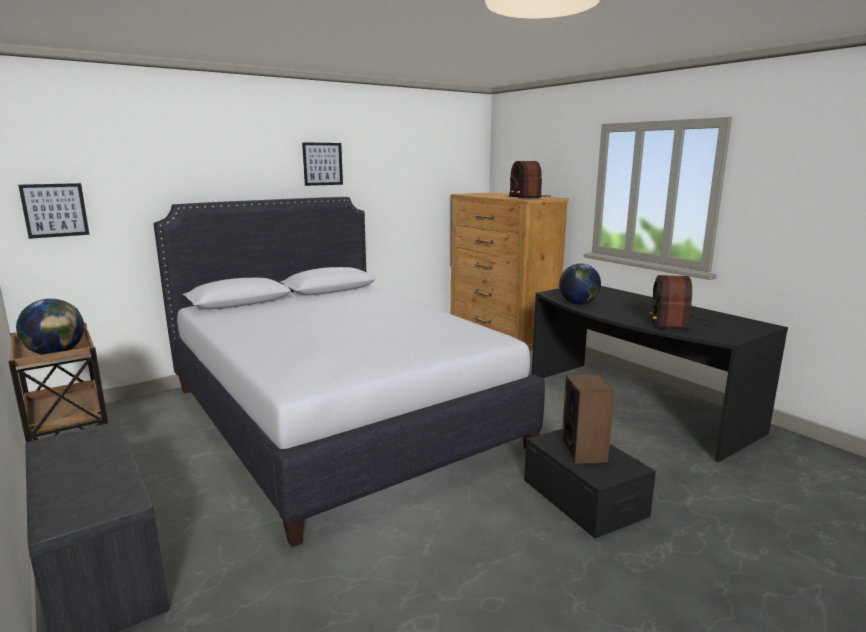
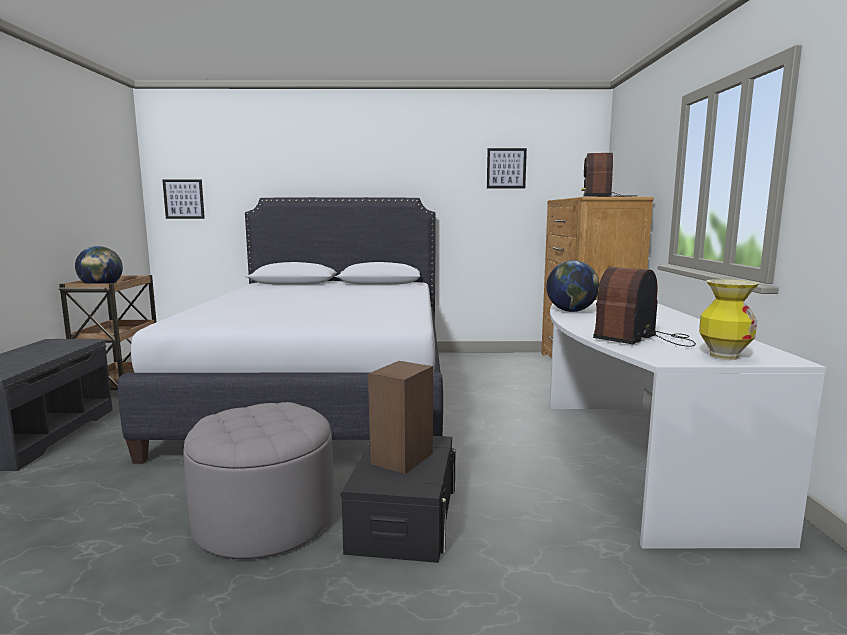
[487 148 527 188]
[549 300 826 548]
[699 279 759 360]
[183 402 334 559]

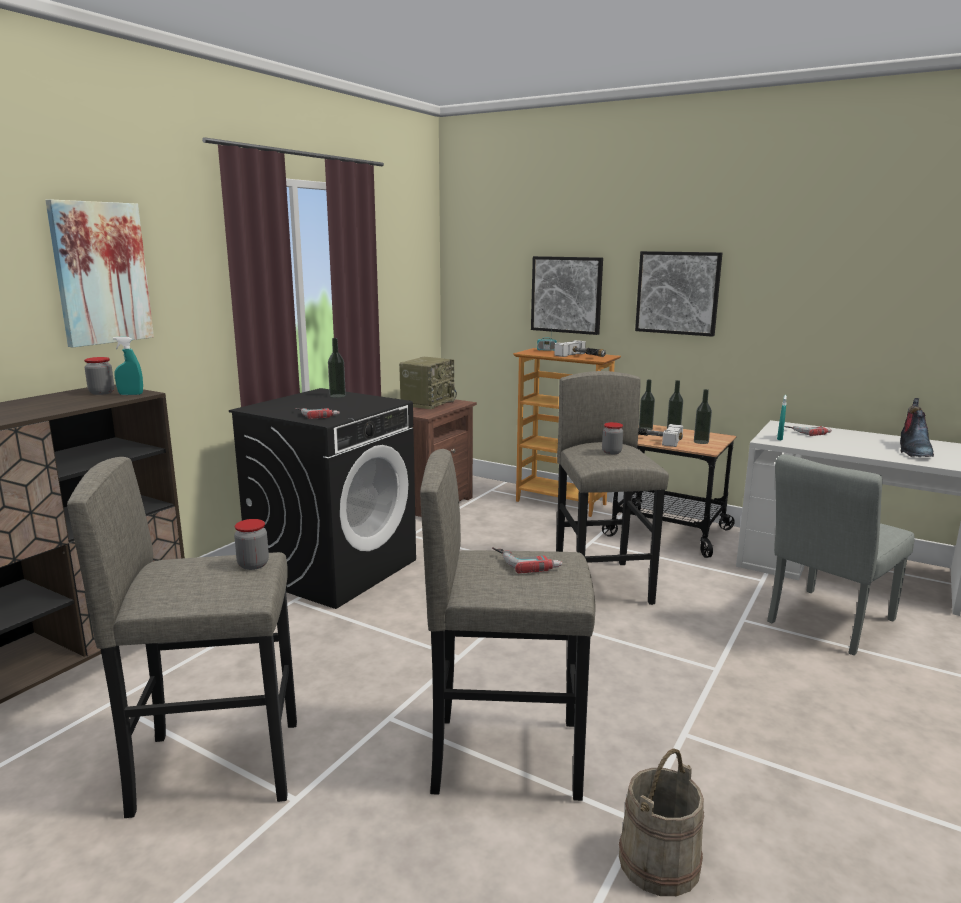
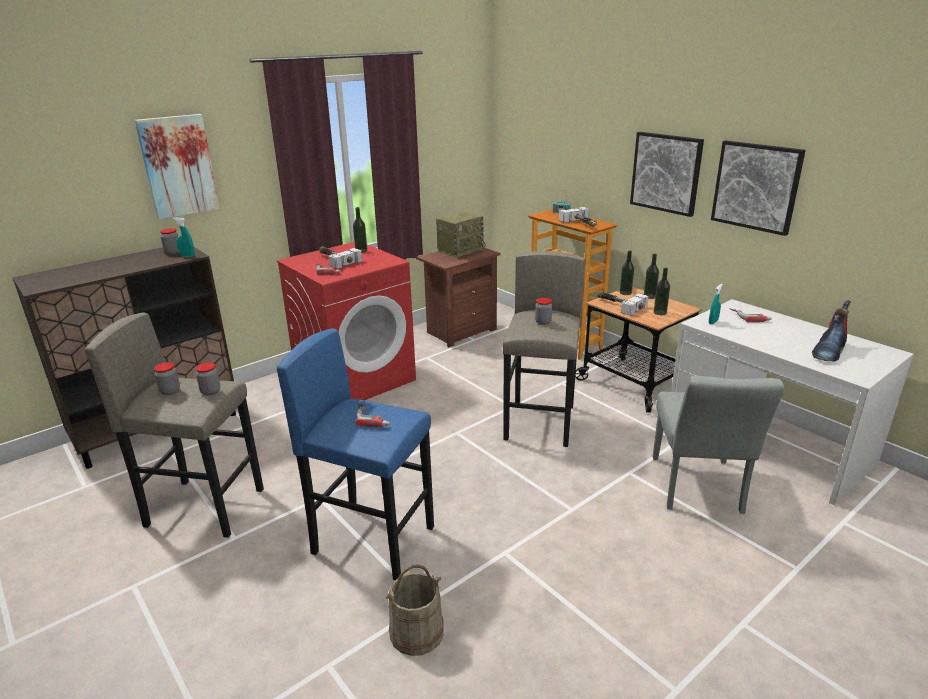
[711 141 806 236]
[276 242 416 400]
[277 328 434 580]
[653 376 784 514]
[319 247 362 269]
[154 362 180 395]

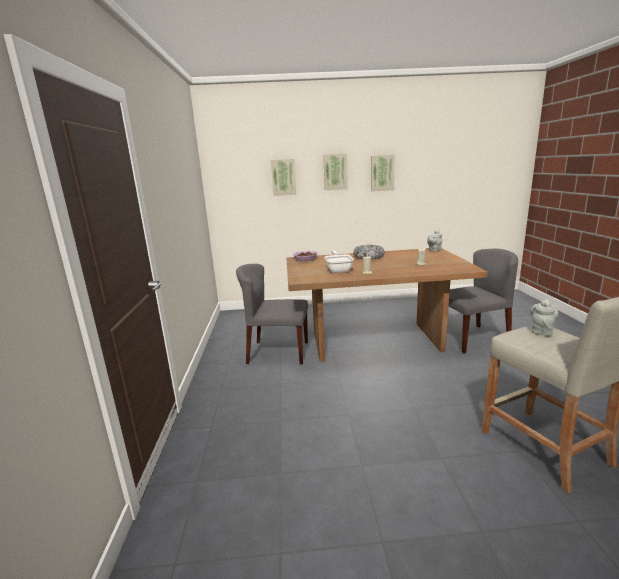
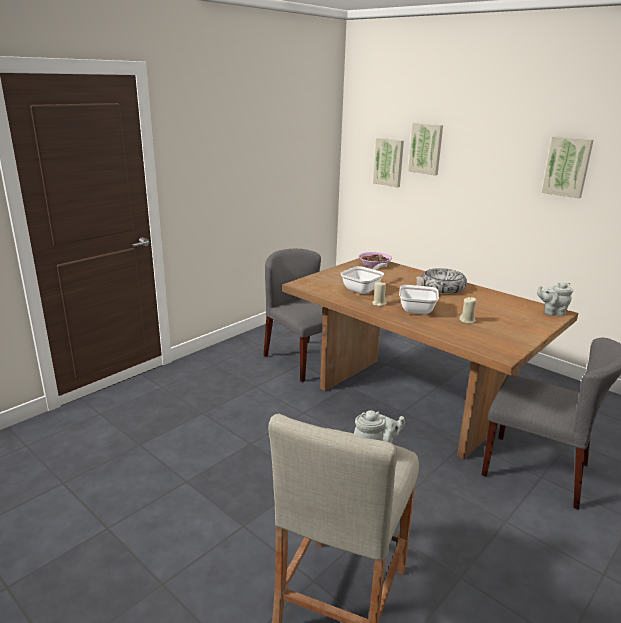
[373 138 404 187]
[399 277 439 314]

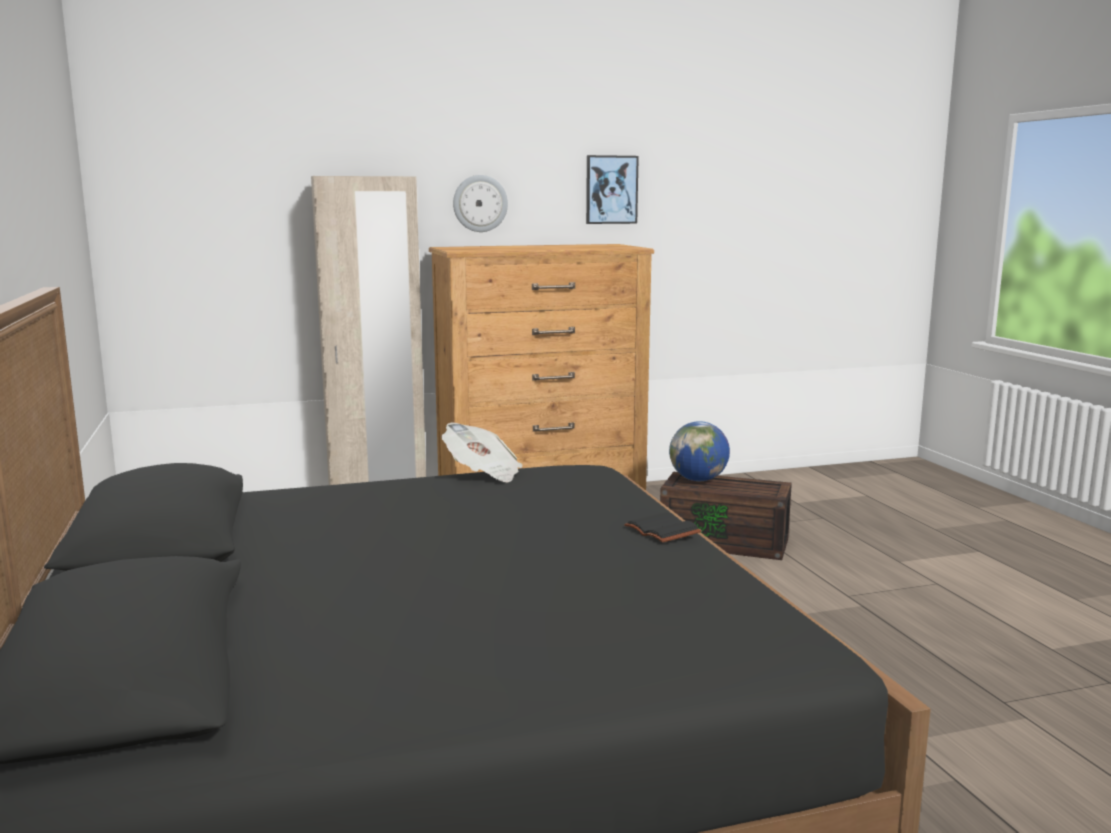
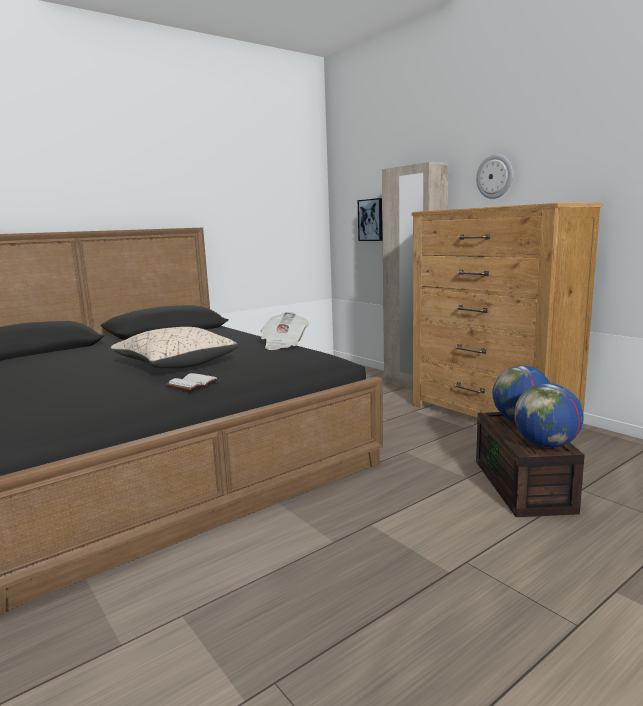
[358 198 382 241]
[166 373 220 390]
[110 327 238 368]
[514 383 584 448]

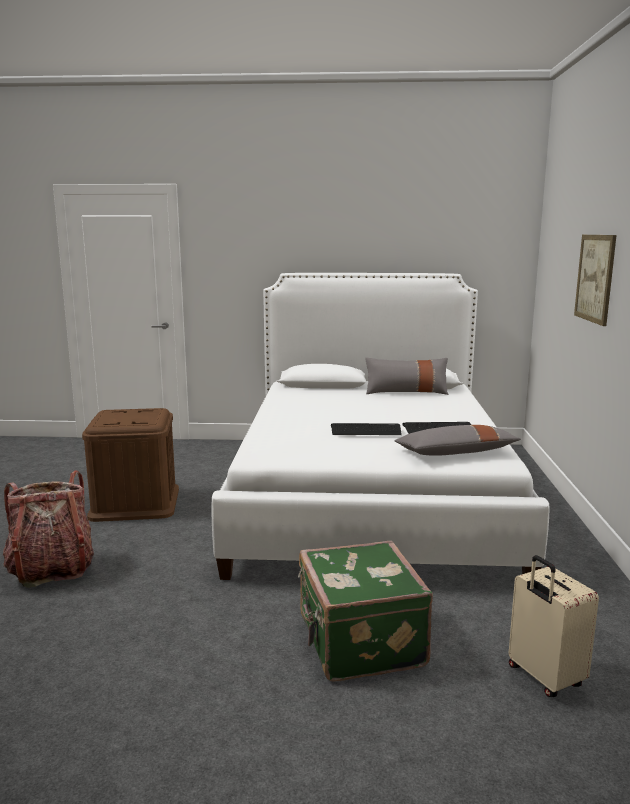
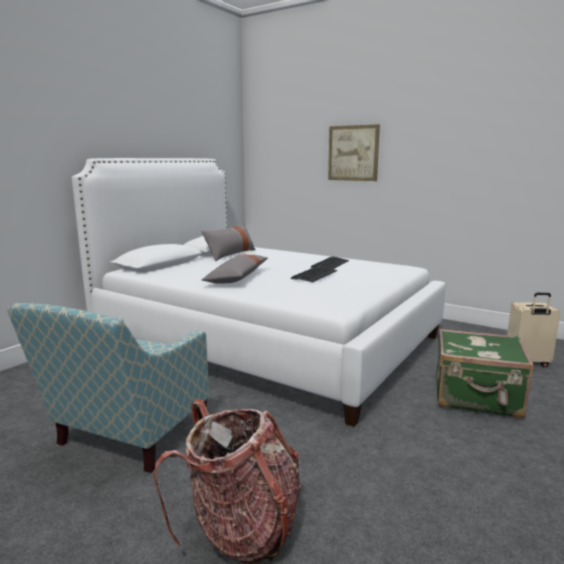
[7 303 209 473]
[202 254 268 284]

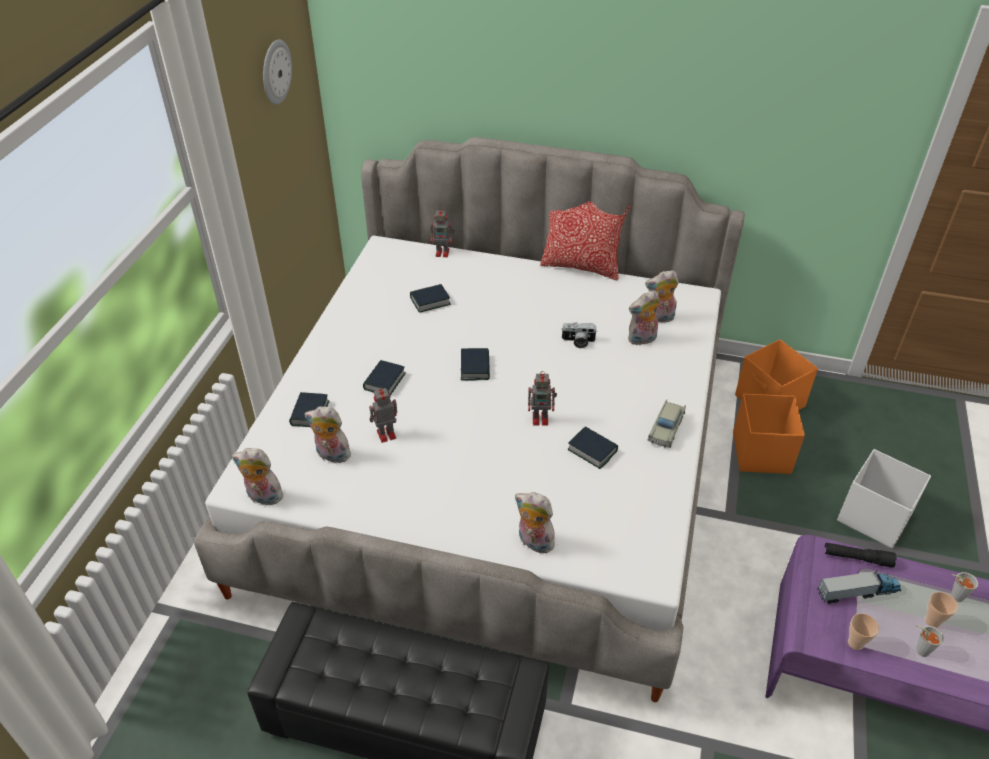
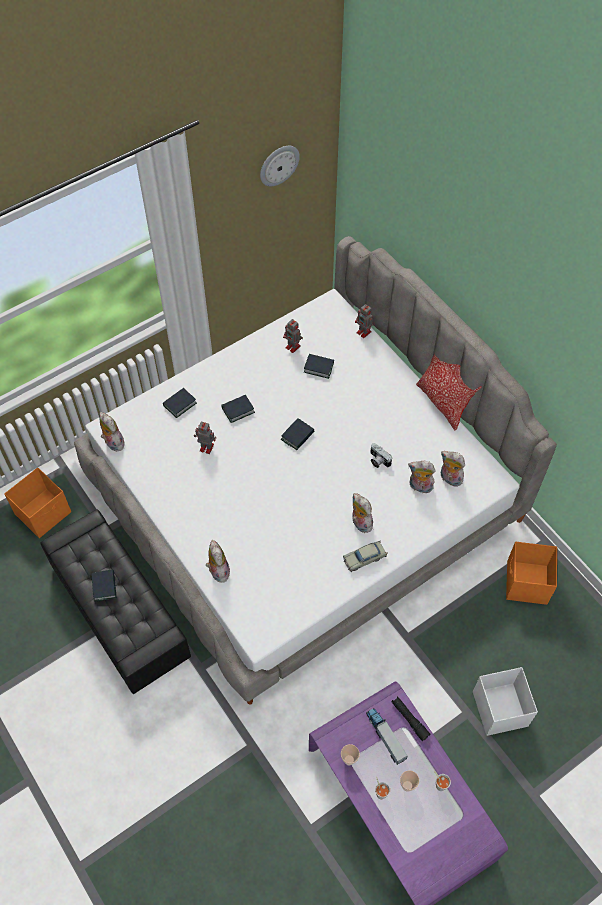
[283 319 303 353]
[4 467 71 538]
[352 493 373 533]
[92 569 117 602]
[366 708 408 765]

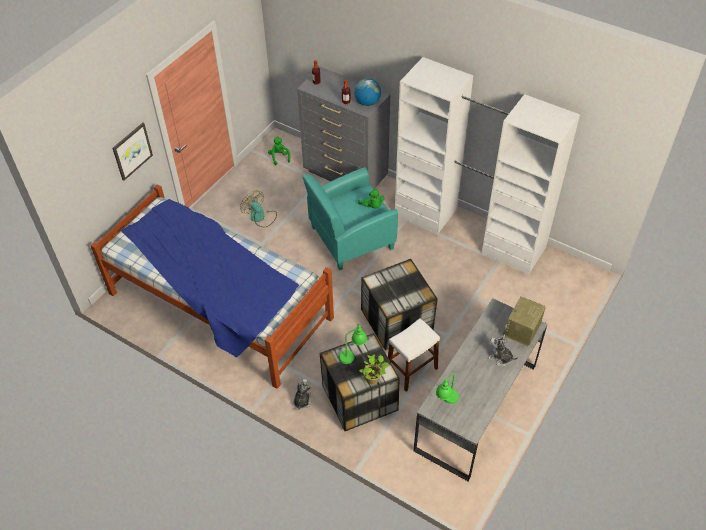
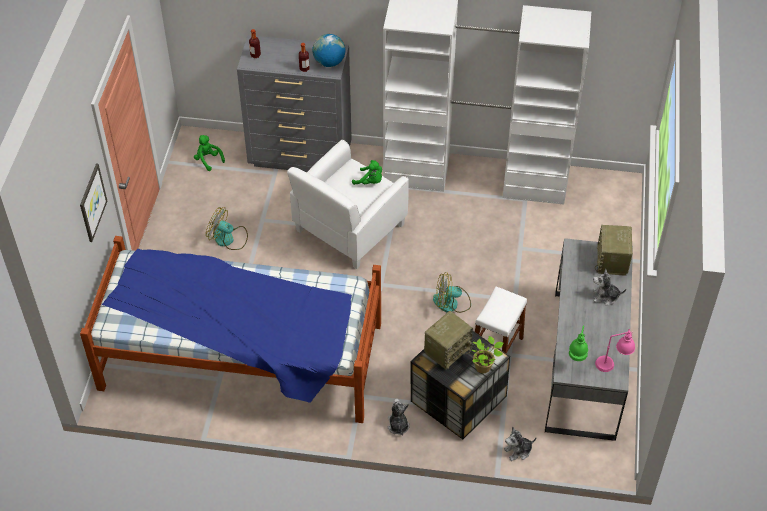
[287 140 409 269]
[433 272 471 313]
[424 311 474 370]
[595 329 635 372]
[504 427 536 461]

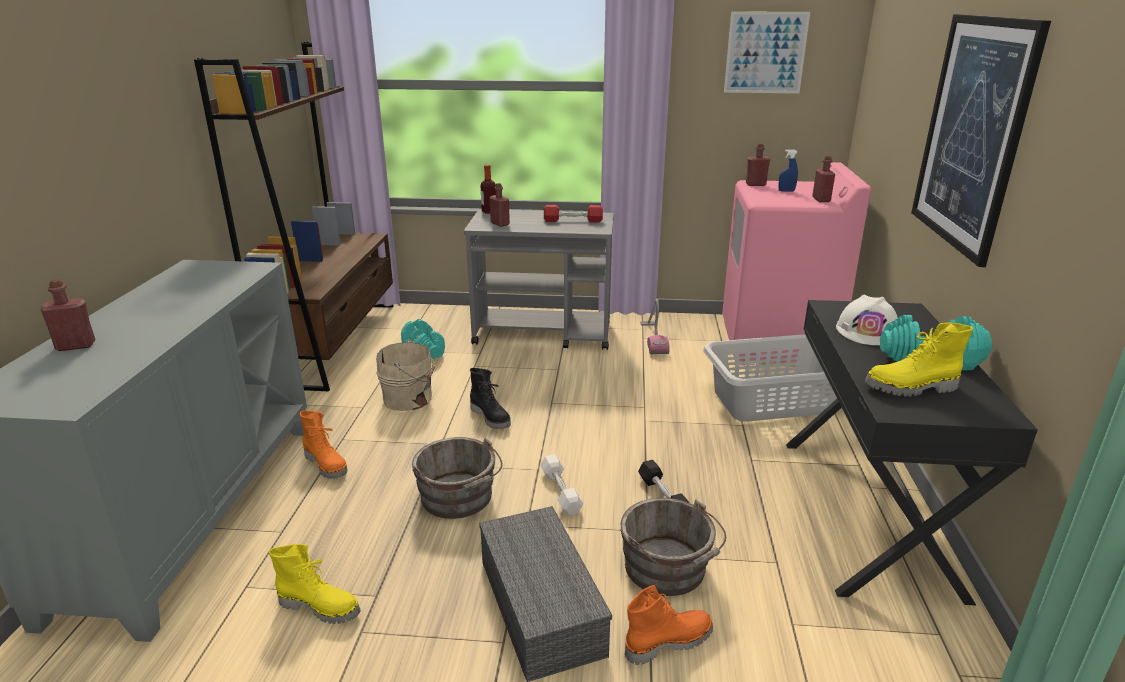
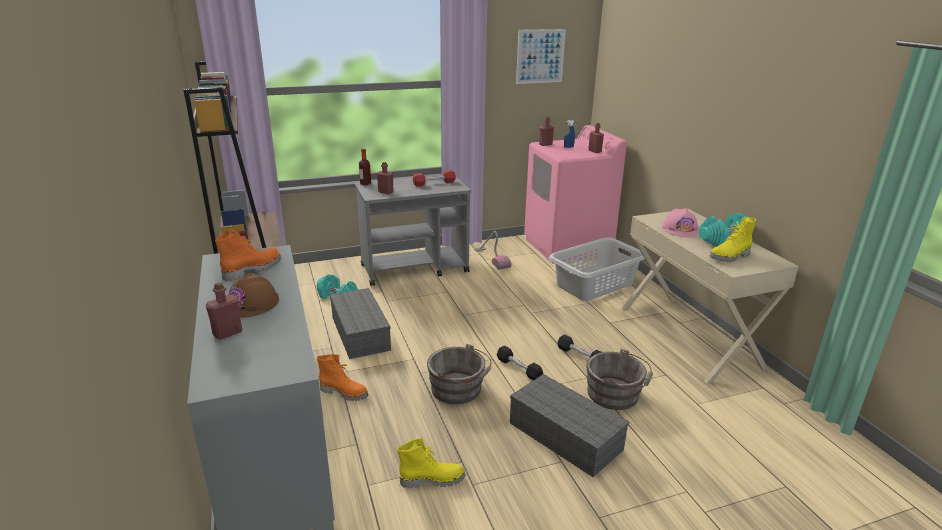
[911 14 1051 267] (first image)
[662 208 699 237]
[621 209 799 384]
[330 288 391 359]
[470 368 511 429] (first image)
[497 345 543 380]
[215 228 281 281]
[227 273 279 318]

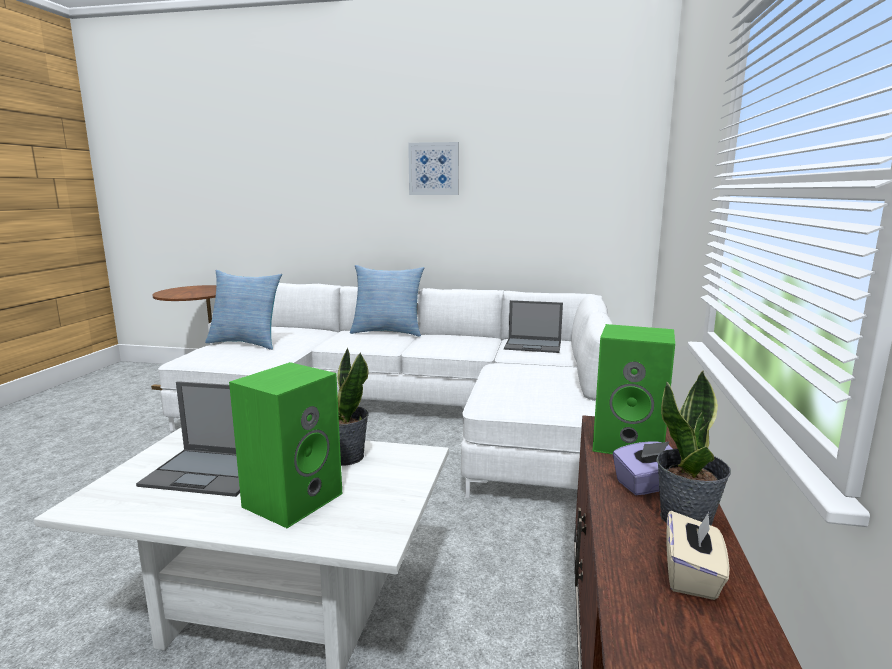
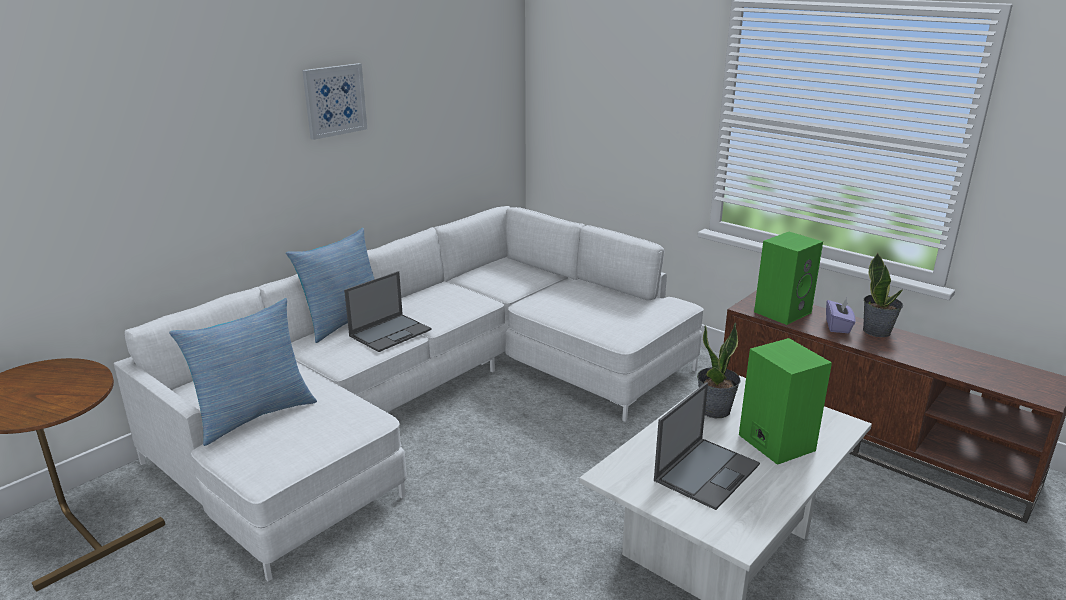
[344 271 432 352]
[666 511 730 600] (first image)

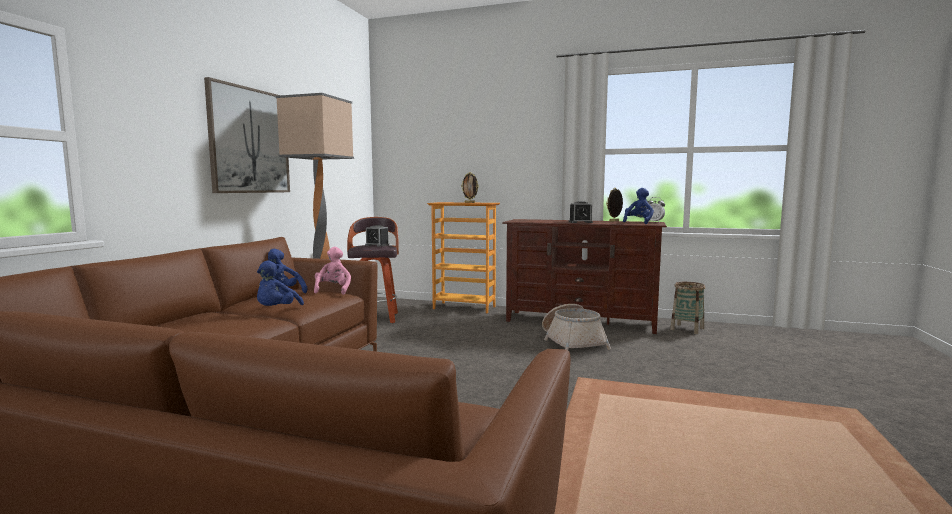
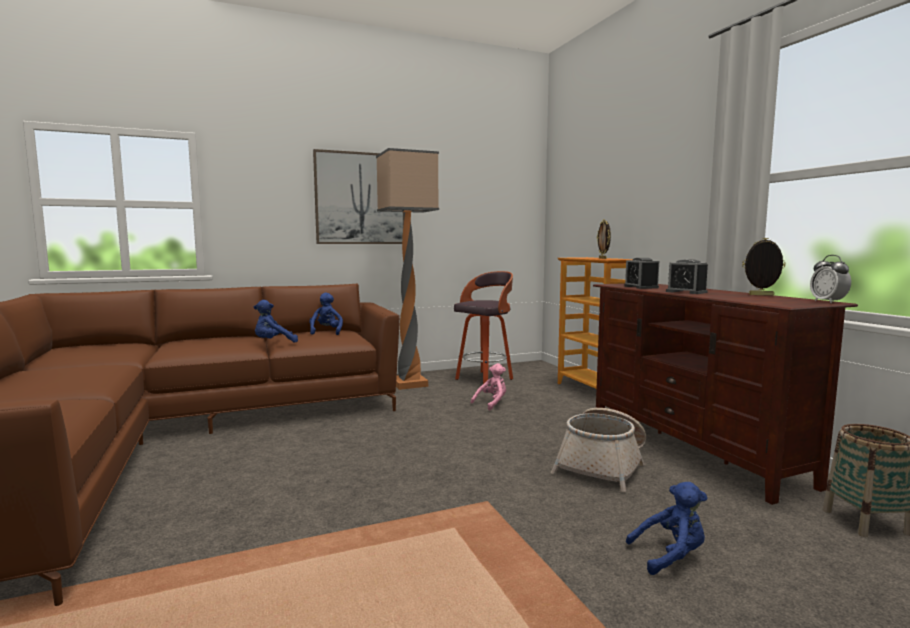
[626 482 707 575]
[624 258 659 289]
[471 363 506 410]

